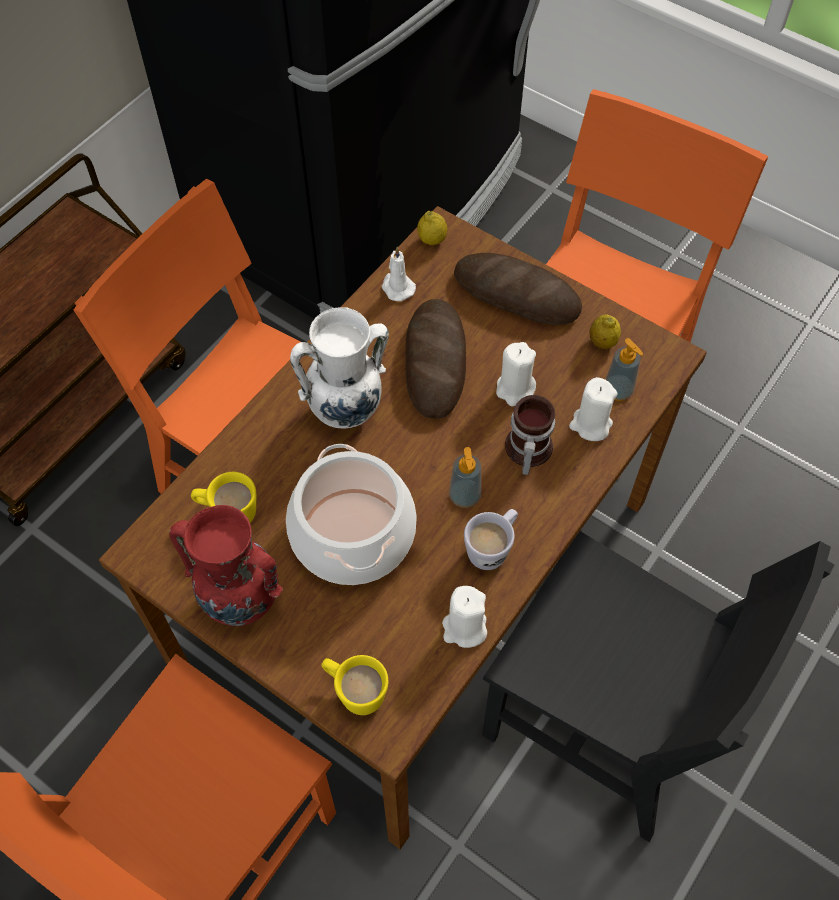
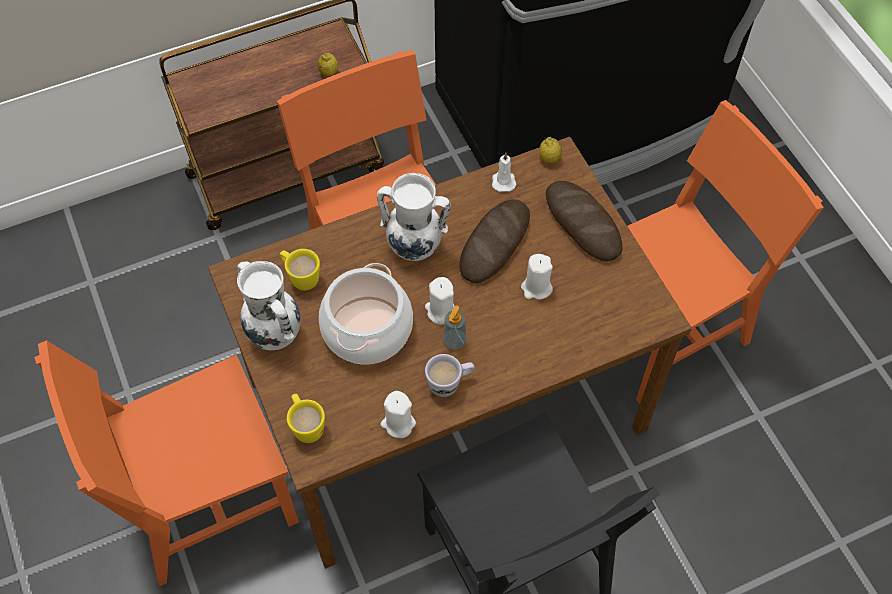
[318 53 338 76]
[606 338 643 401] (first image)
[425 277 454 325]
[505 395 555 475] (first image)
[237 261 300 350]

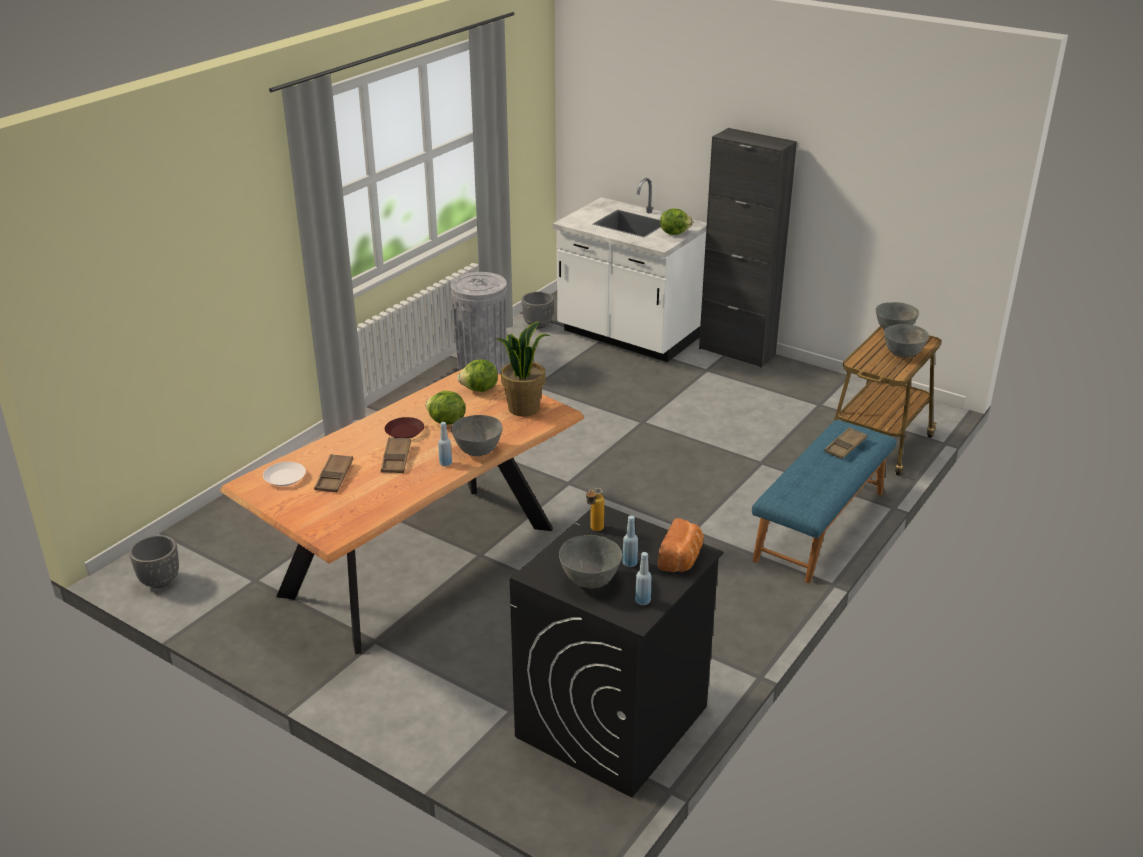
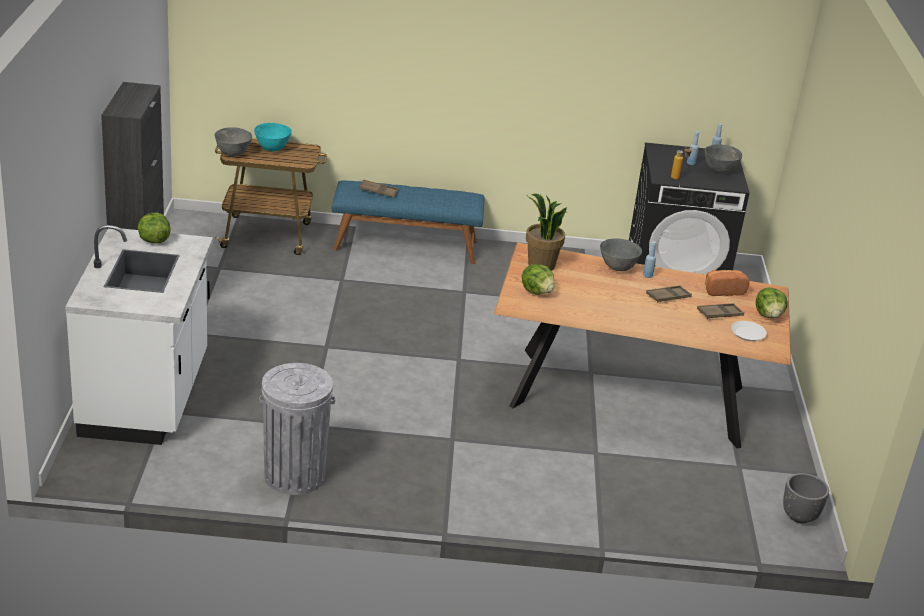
[522 292 554 329] (first image)
[254 123 292 151]
[756 287 787 318]
[385 417 424 438] (first image)
[705 270 750 296]

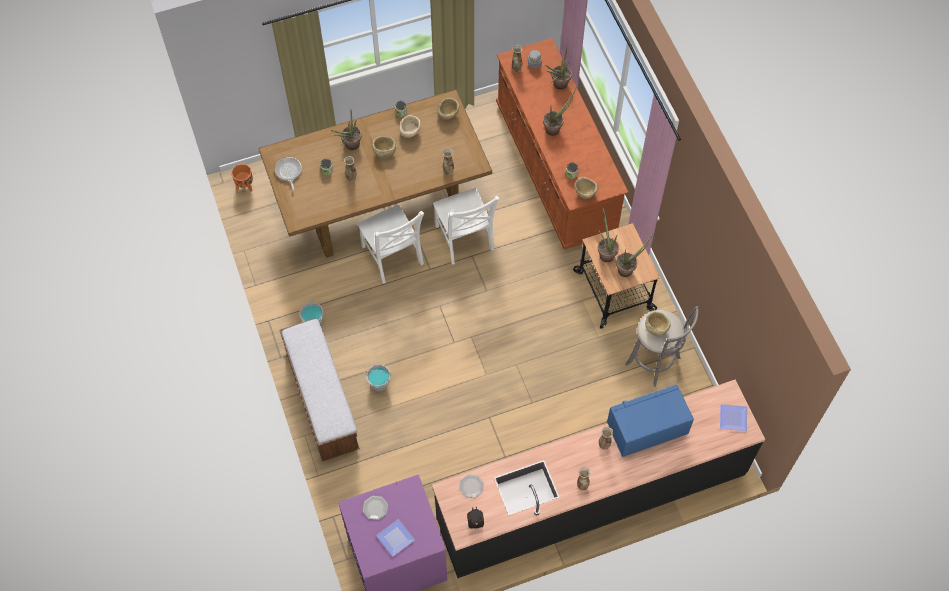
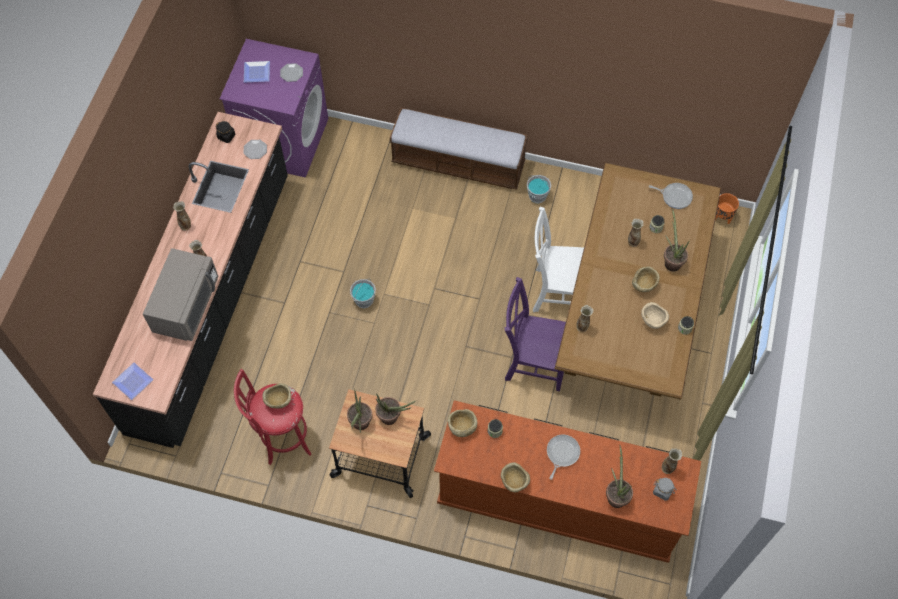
[547 434 580 480]
[501 463 530 492]
[505 277 566 391]
[234 369 311 465]
[350 278 376 308]
[143 248 219 341]

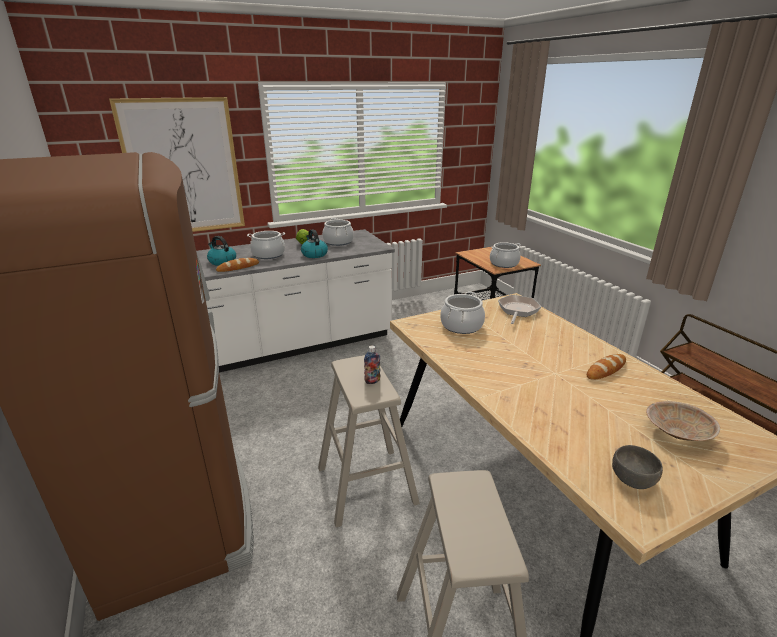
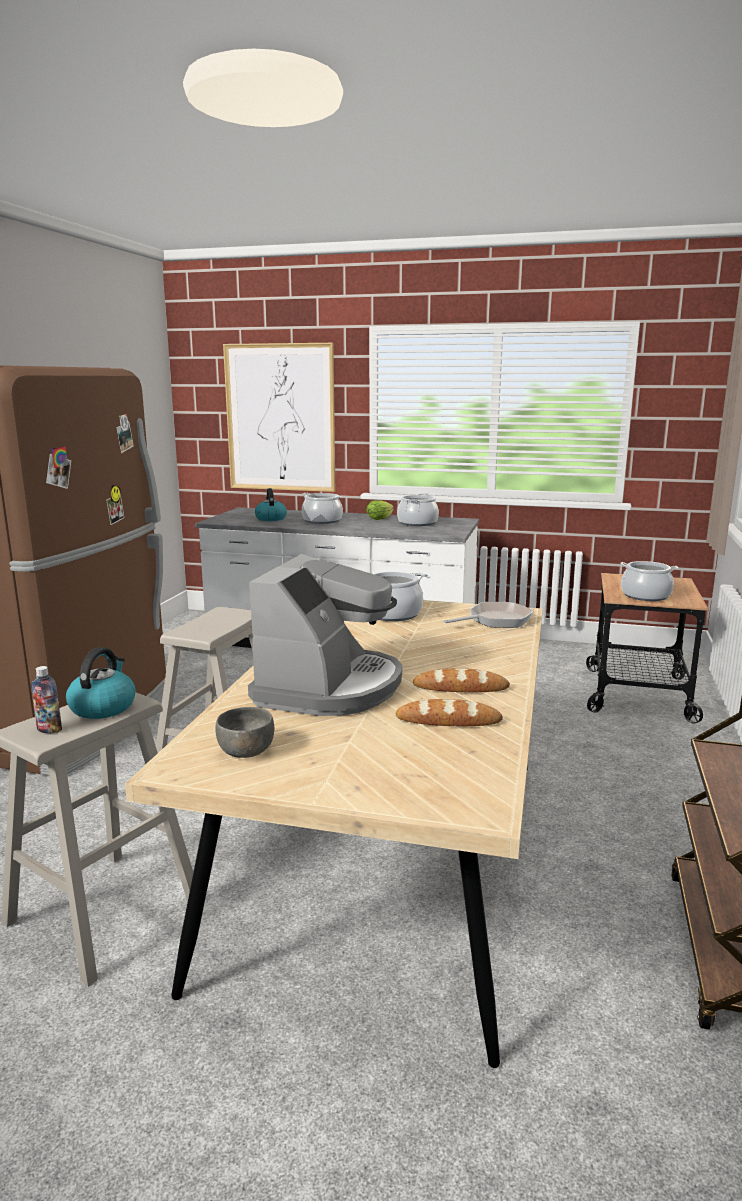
[66 647 136 719]
[396 699 503 726]
[31 666 62 733]
[646 401 720 441] (first image)
[248 554 402 716]

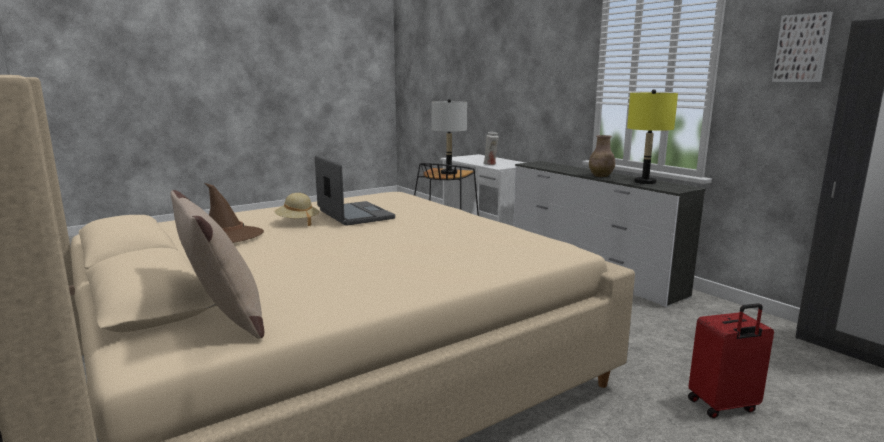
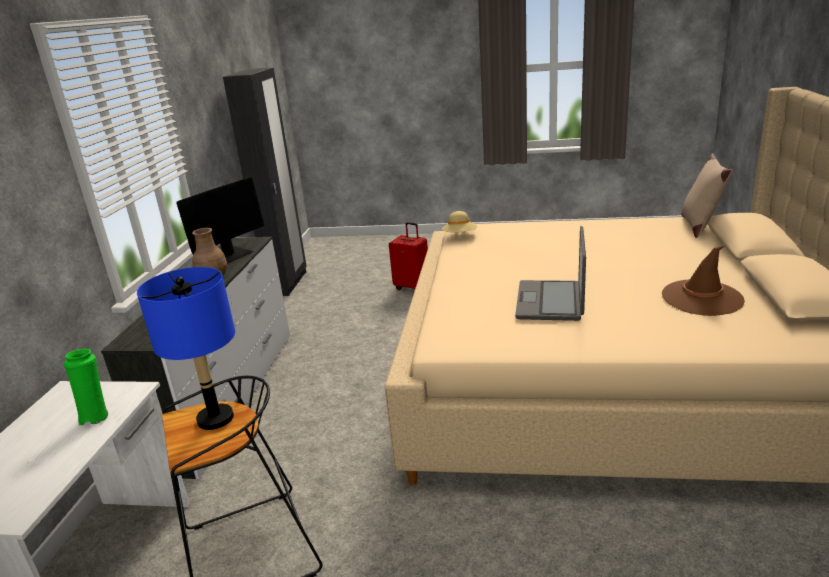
[772 12 833 82] (first image)
[176 177 265 263]
[137 267 235 430]
[63 349 108 425]
[442 211 477 232]

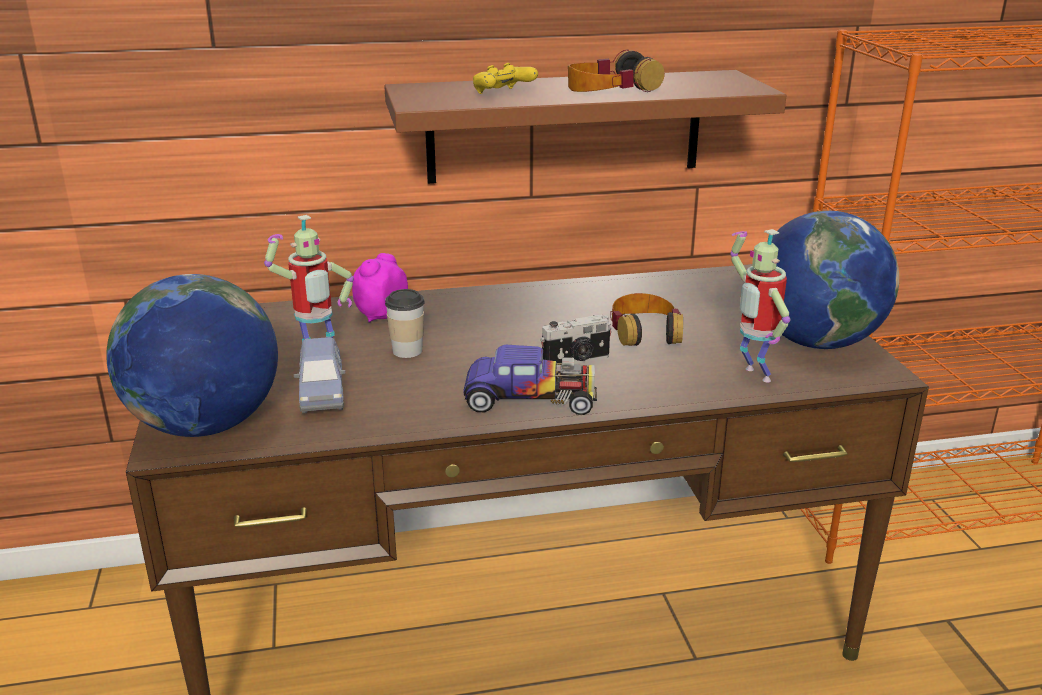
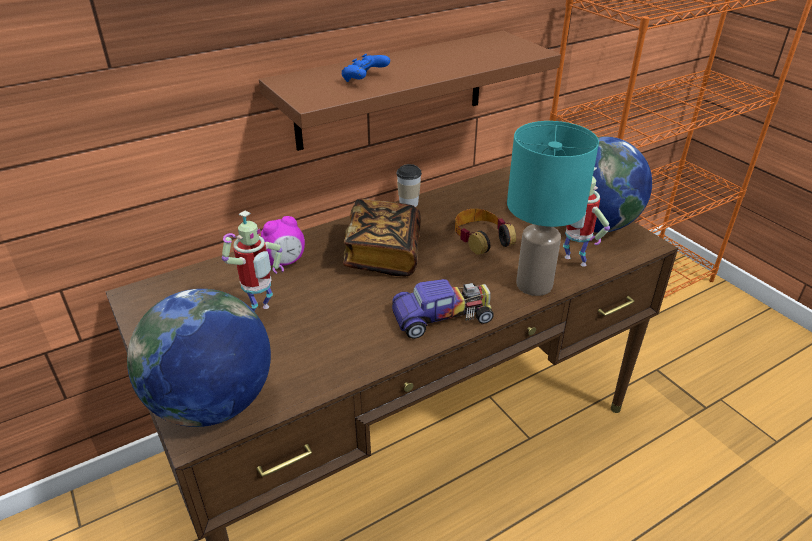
[568 50 665 92] (first image)
[342 54 390 82]
[261 216 305 266]
[396 164 422 207]
[540 314 612 367] (first image)
[294 337 346 414] (first image)
[507 121 599 296]
[343 199 421 276]

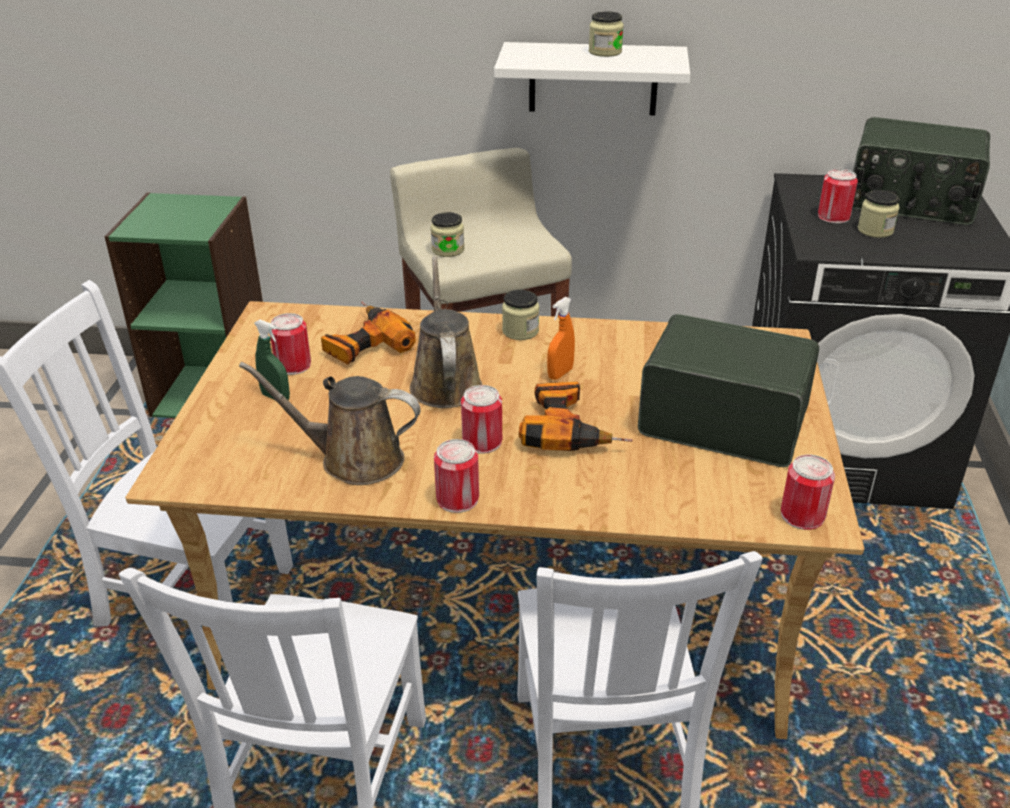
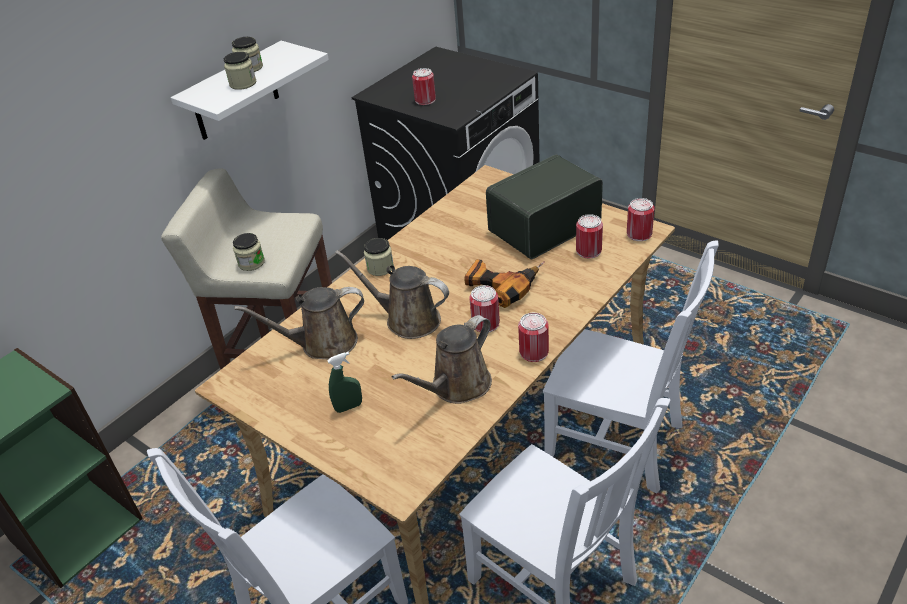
[852 117 990 225] (first image)
[224 52 256 90]
[547 297 575 380] (first image)
[234 287 364 360]
[576 214 603 258]

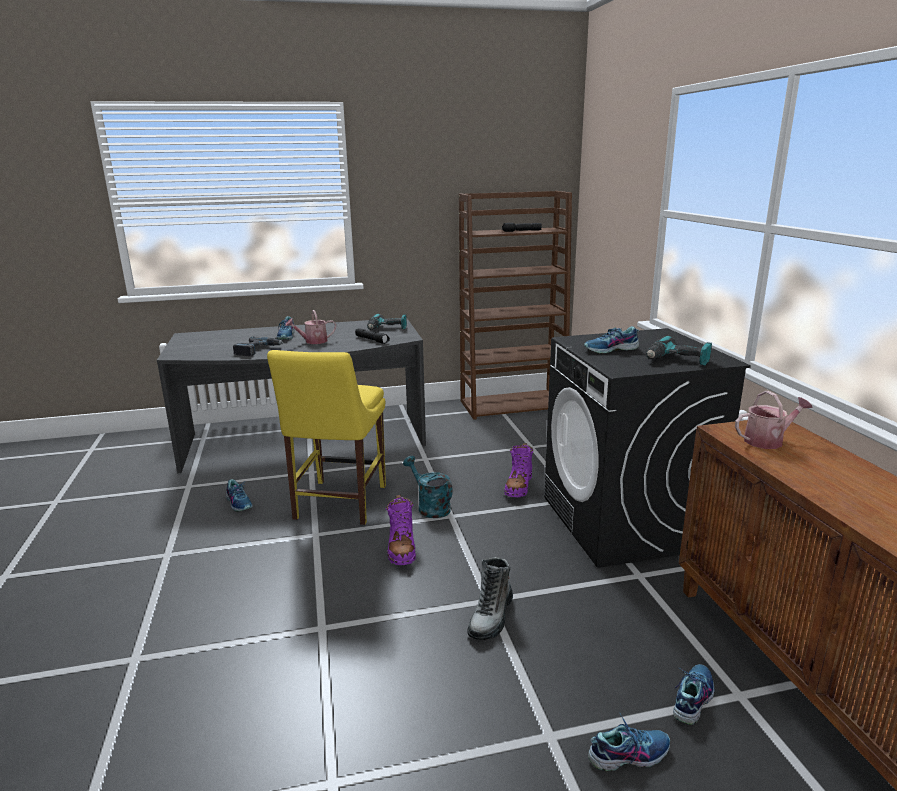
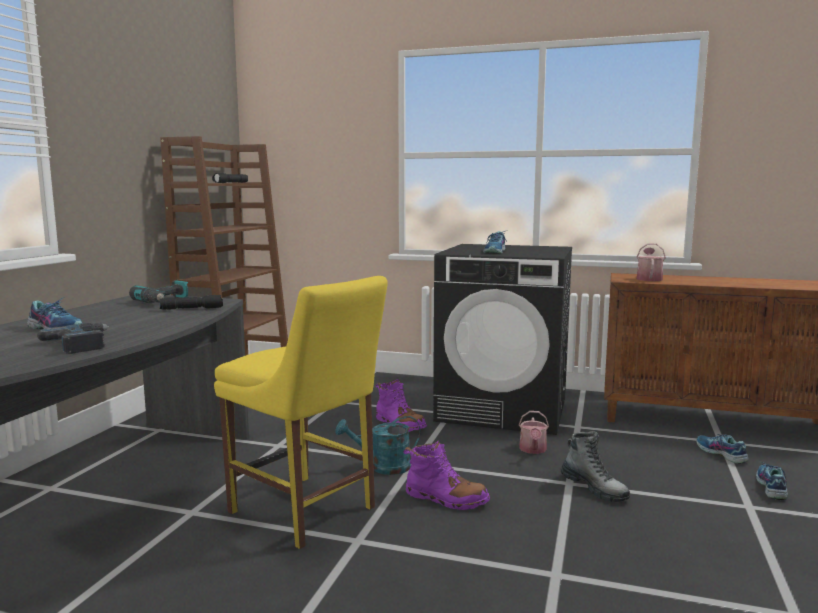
[519 411 549 454]
[646 336 712 366] (first image)
[226 479 253 512] (first image)

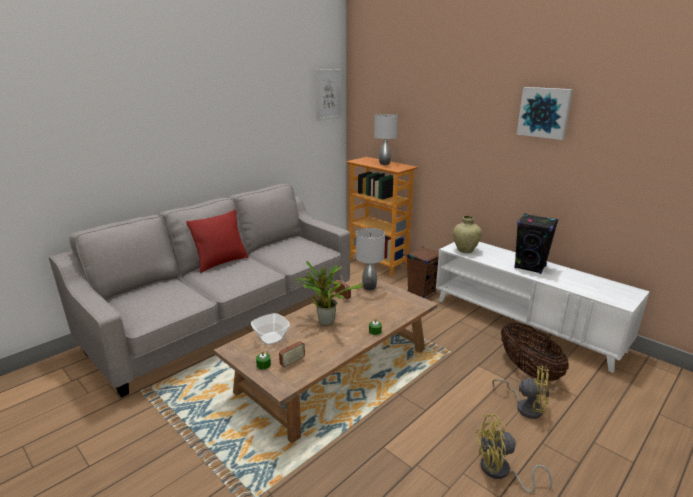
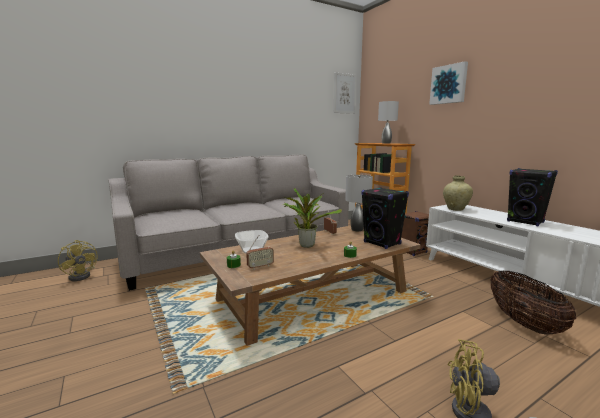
[429 61 468 105]
[186 209 249 273] (first image)
[58 240 97 281]
[361 187 409 249]

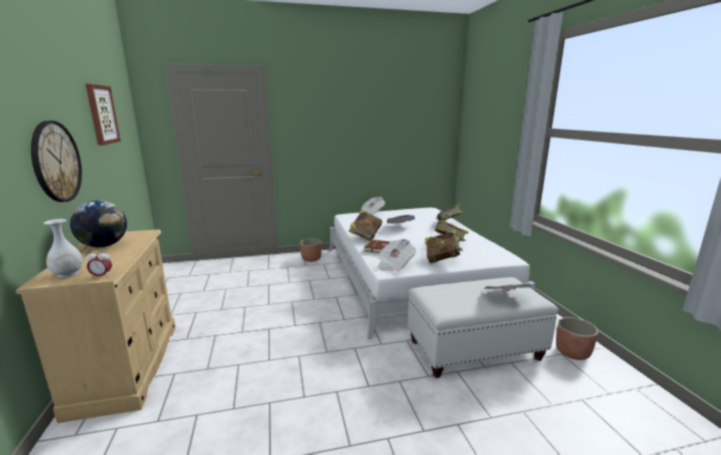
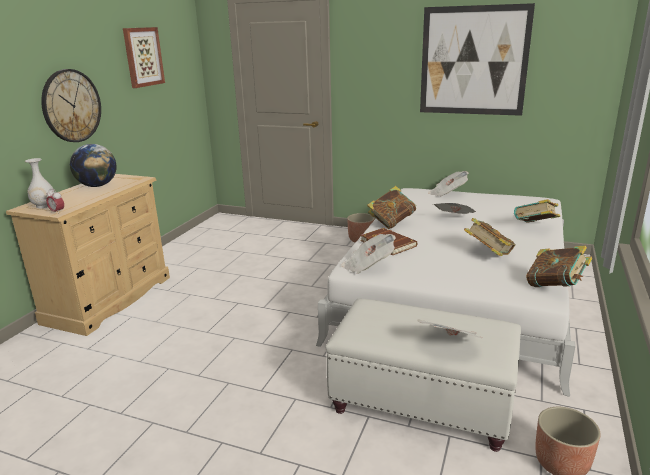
[526 246 593 287]
[420 3 535 116]

